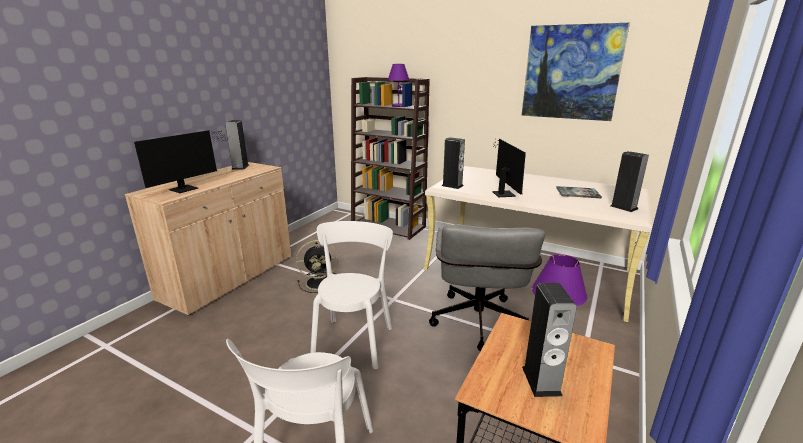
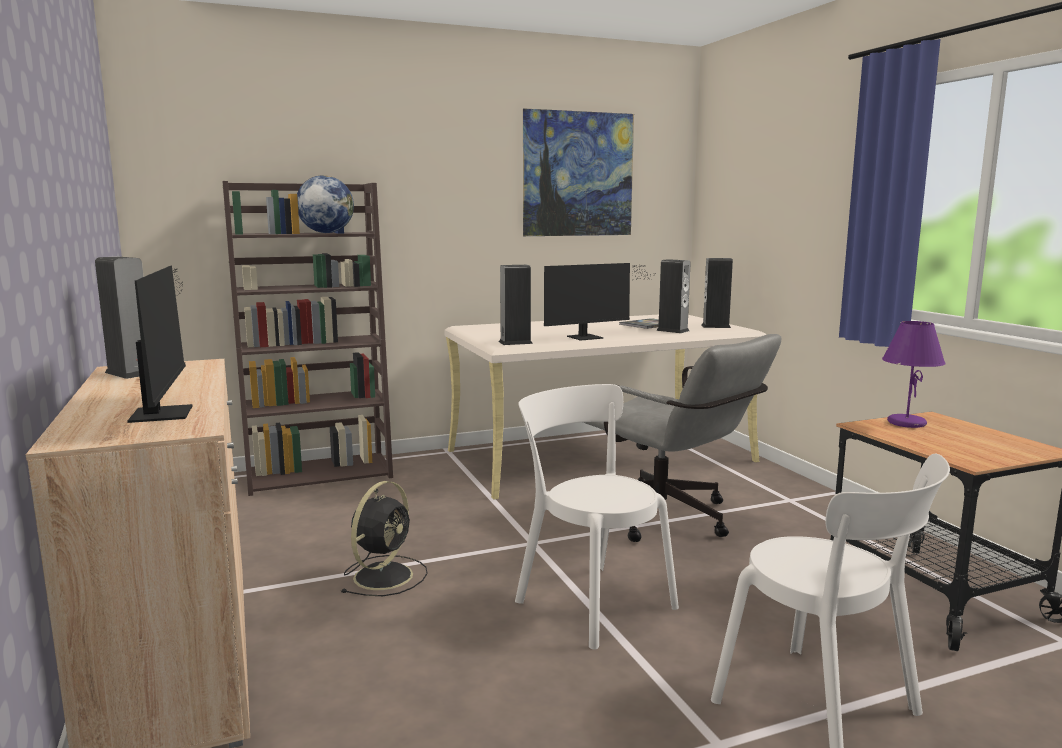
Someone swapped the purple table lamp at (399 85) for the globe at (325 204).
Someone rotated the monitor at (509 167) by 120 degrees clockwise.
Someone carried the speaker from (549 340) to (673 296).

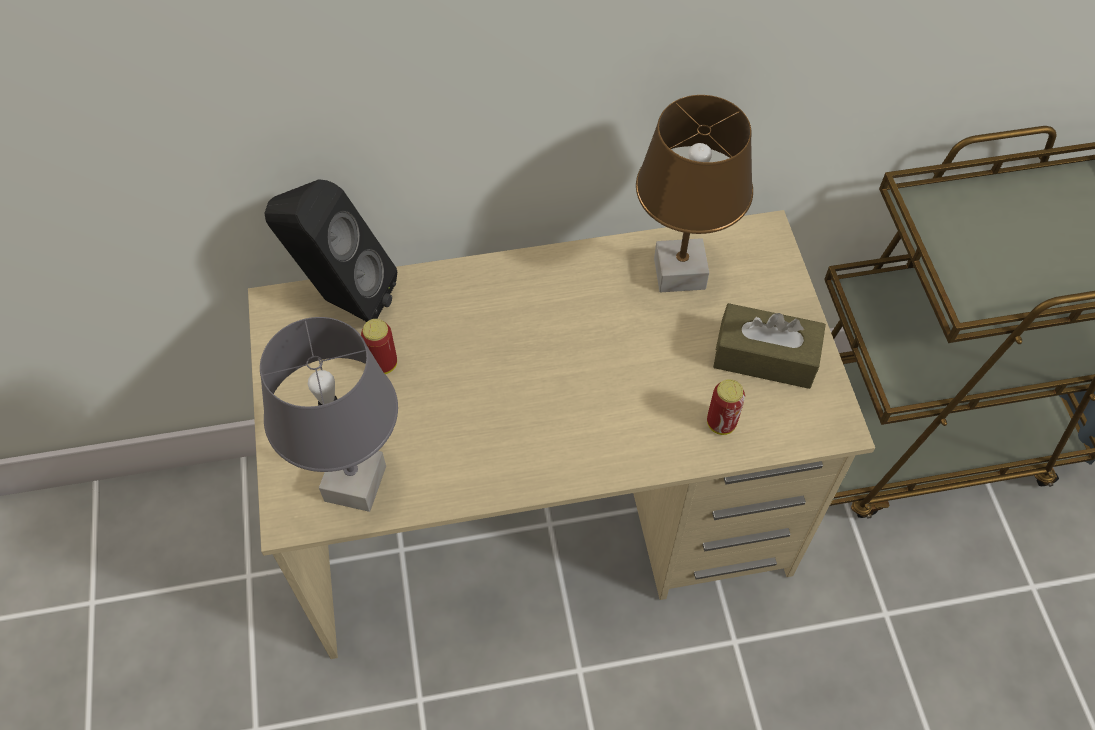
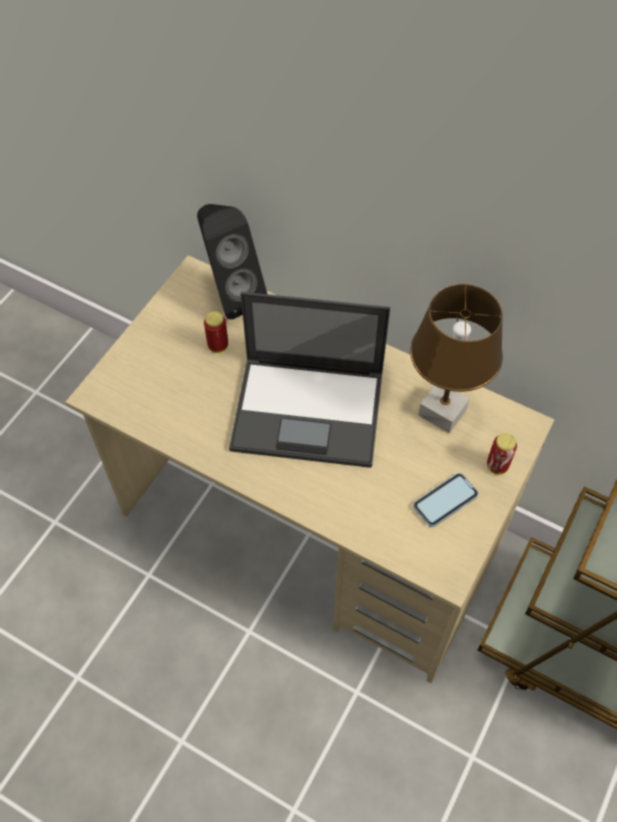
Someone took away the grey table lamp at (329 414).
Someone carried the can from (726 407) to (502 454).
Someone swapped the brown tissue box at (769 346) for the phone at (446 500).
Someone put down the laptop at (309 380).

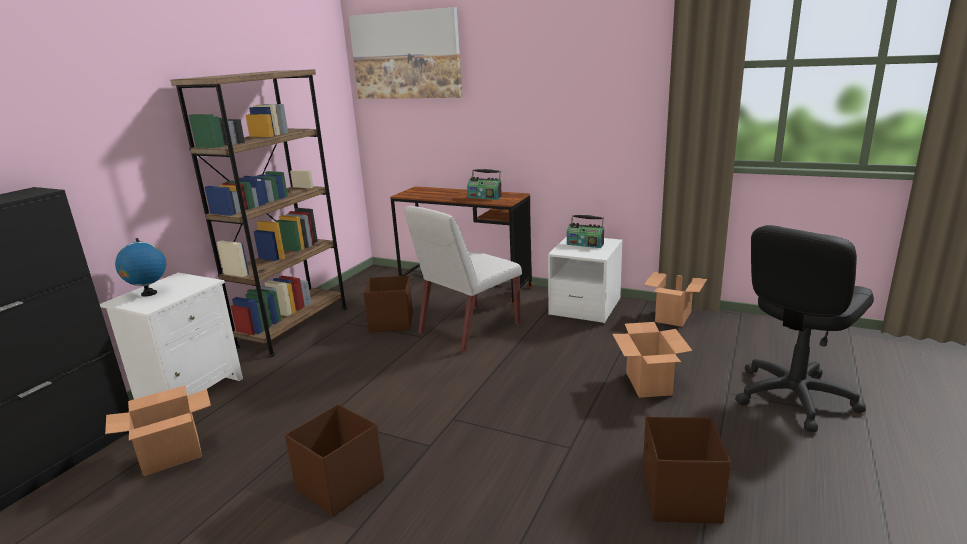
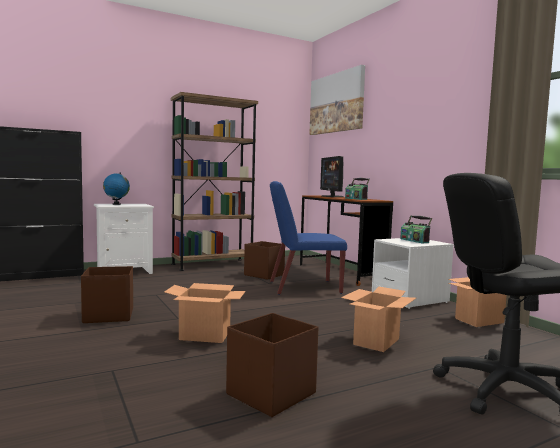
Someone carried the cardboard box from (158 430) to (205 313).
Someone repainted the white chair at (463 279), which became the blue chair at (308 238).
Someone put down the monitor at (332 176).

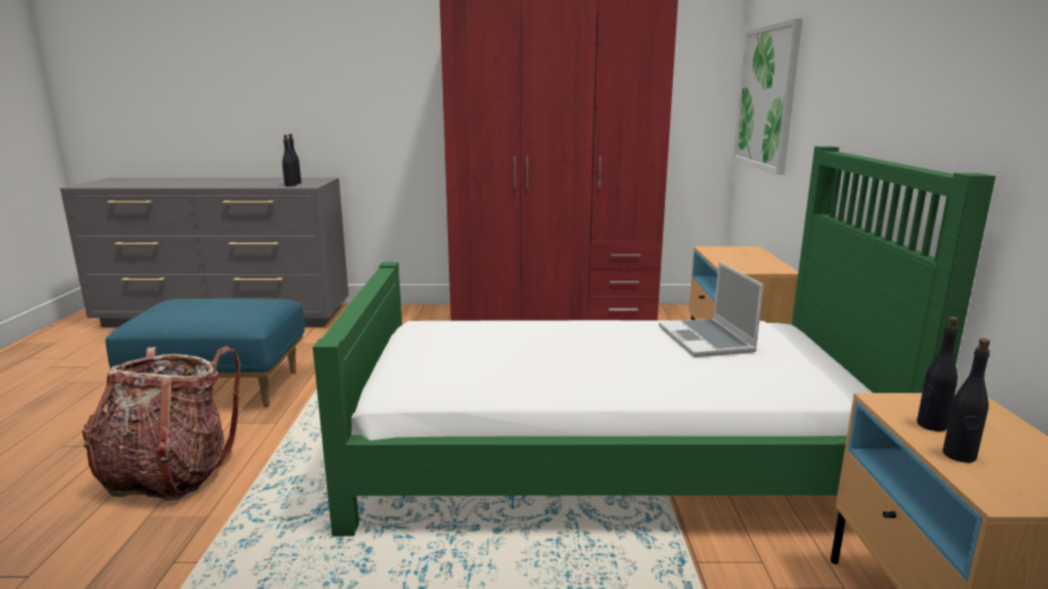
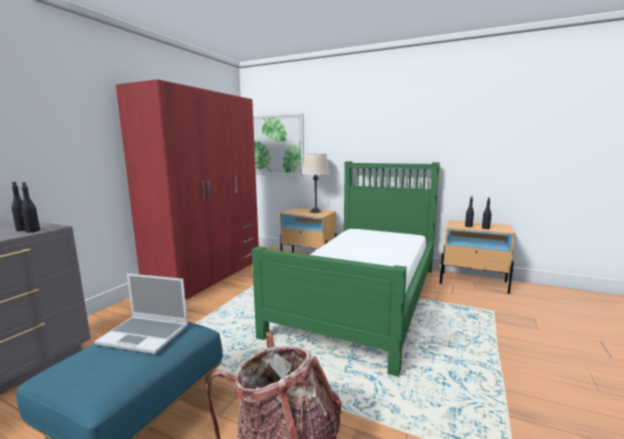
Someone carried the laptop from (711 309) to (141 313).
Someone put down the beige table lamp at (316 183).

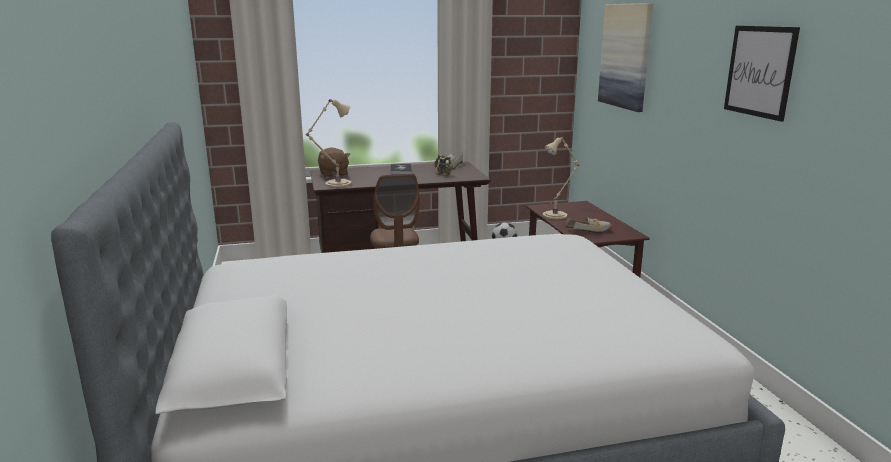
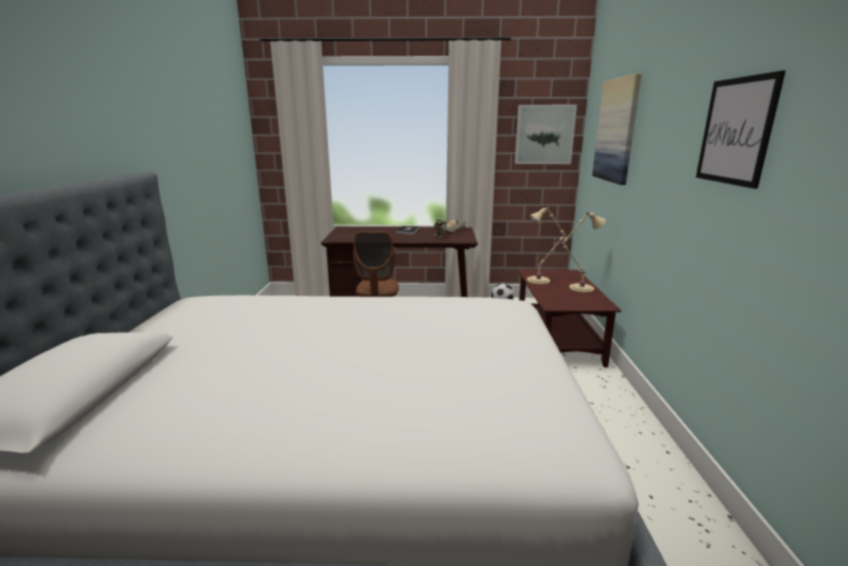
Someone carried the beige table lamp from (328 143) to (583 252).
Someone took away the brown plush toy at (334 162).
Someone took away the shoe at (588 225).
Someone put up the picture at (546 134).

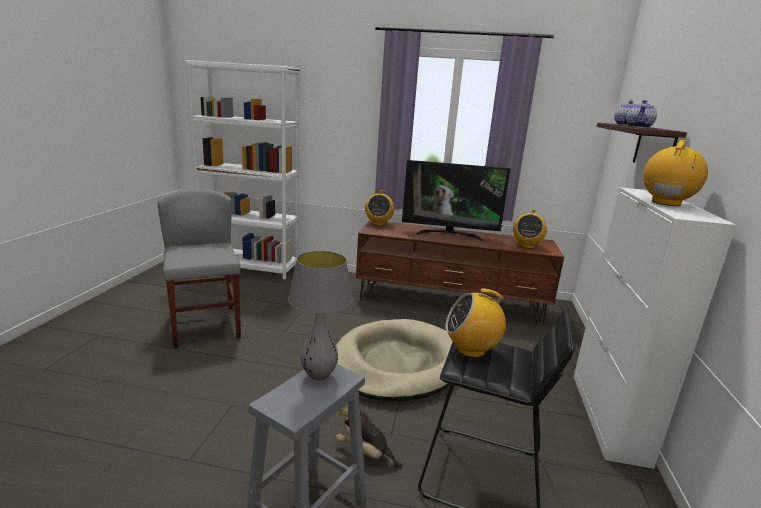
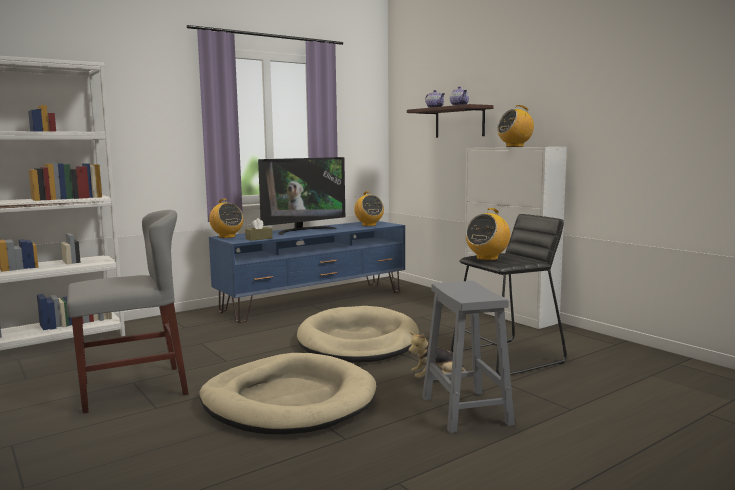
Someone rotated the grey chair at (199 268) by 135 degrees clockwise.
Someone took away the grey table lamp at (320 316).
Someone repainted the brown tv stand at (460 272), which became the blue tv stand at (307 272).
Someone rotated the radio at (675 173) by 105 degrees counterclockwise.
Someone put down the beige dog bed at (288 394).
Someone put down the brown tissue box at (259 229).

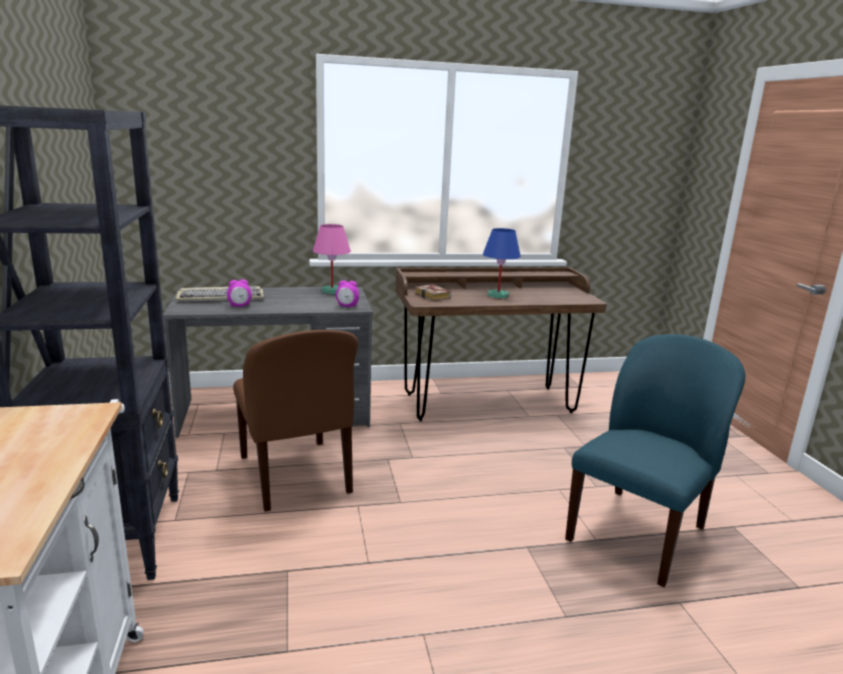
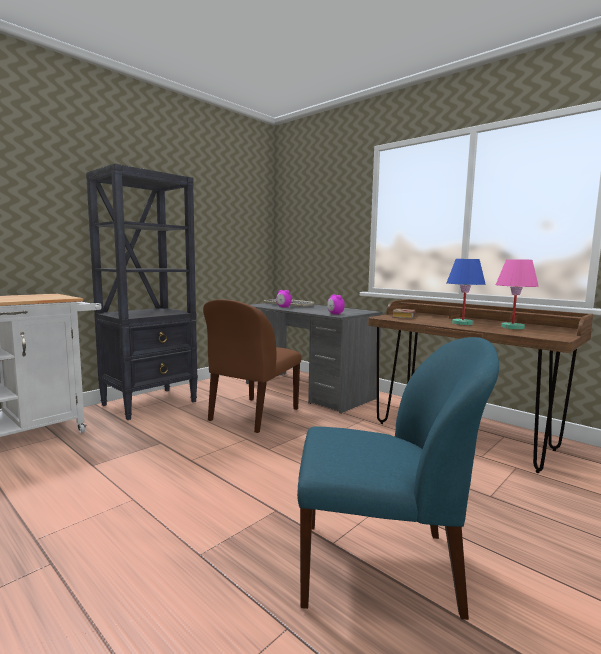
Someone carried the pink table lamp from (332 259) to (517 294).

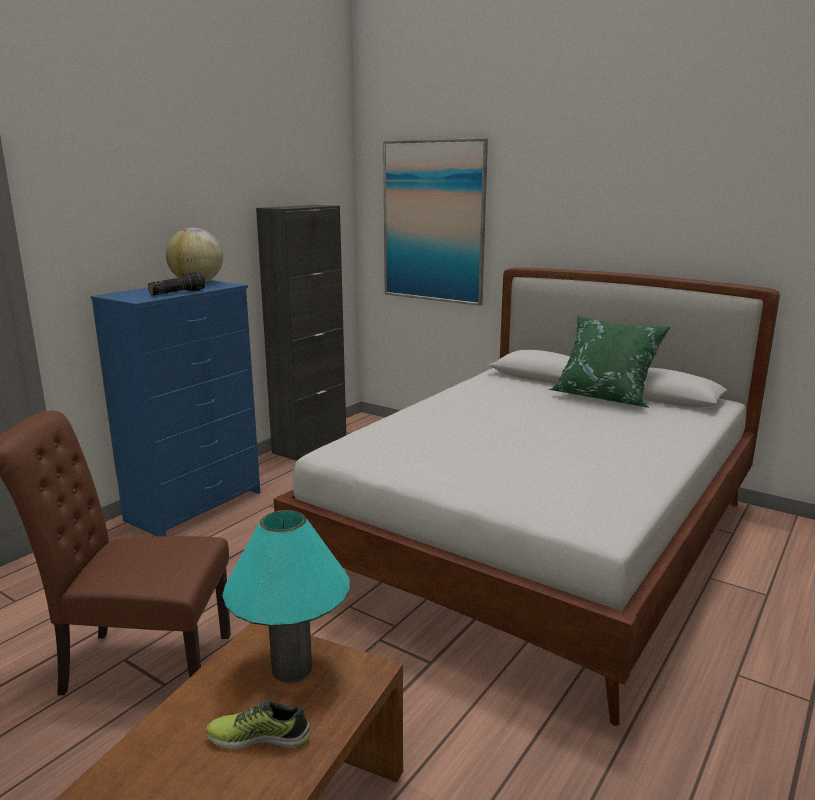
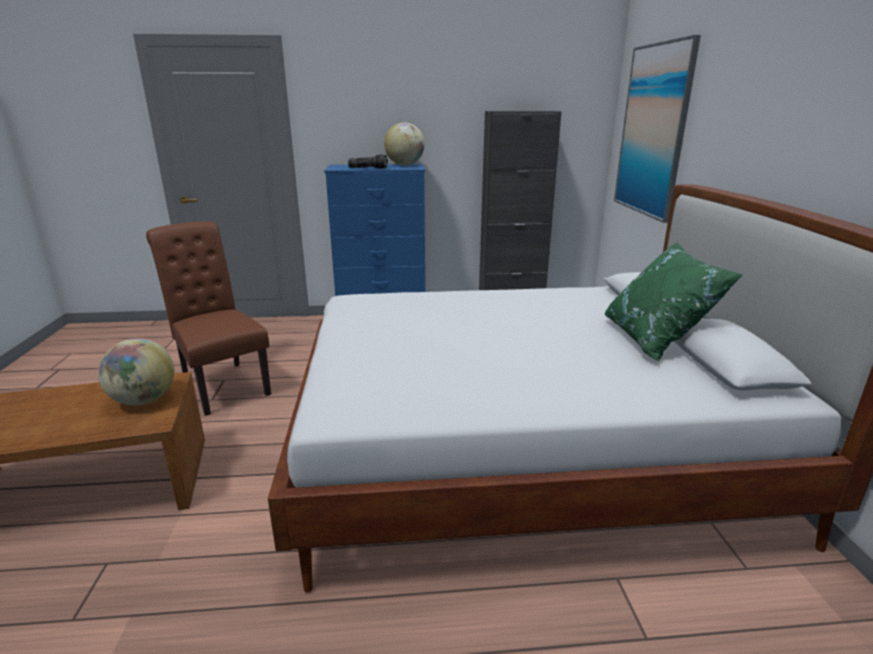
Someone took away the shoe at (258 725).
Someone swapped the turquoise table lamp at (286 596) for the globe at (136 372).

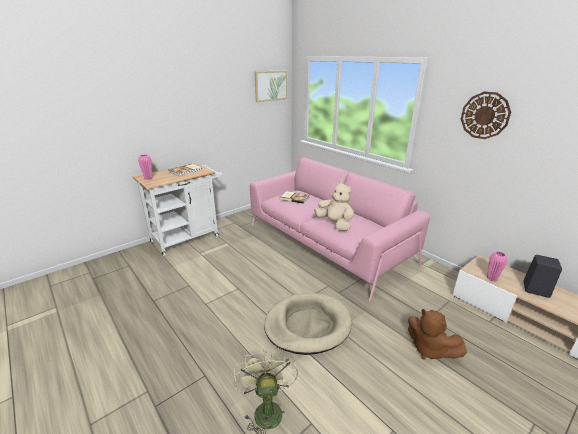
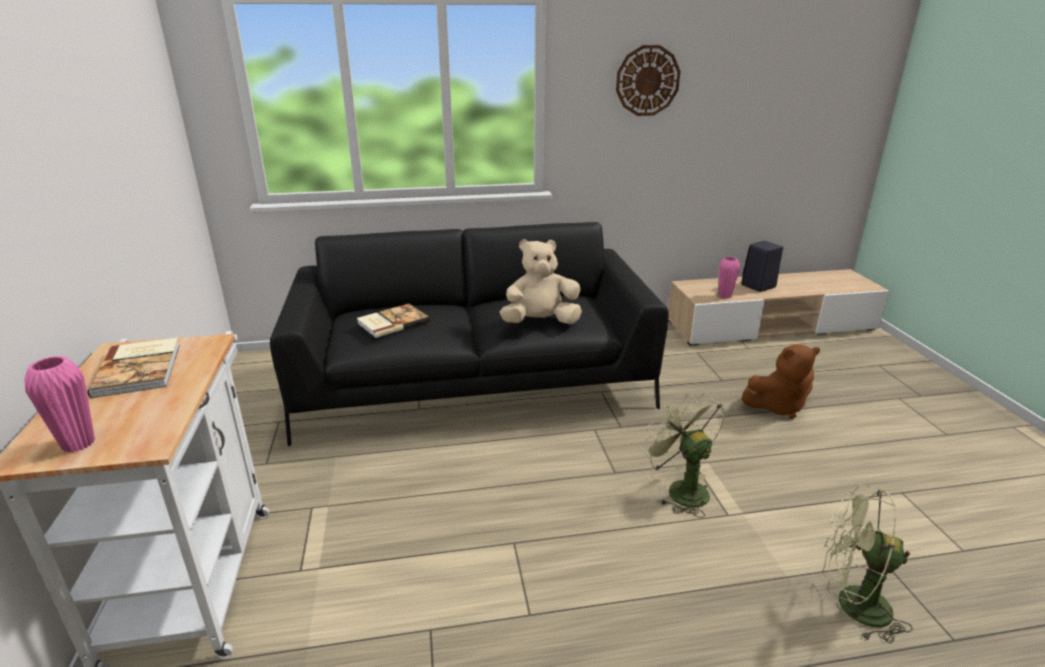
Someone repainted the pink sofa at (340 229), which became the black sofa at (469 334).
Someone took away the picture at (270 86).
Someone swapped the beige dog bed at (308 324) for the green fan at (683 455).

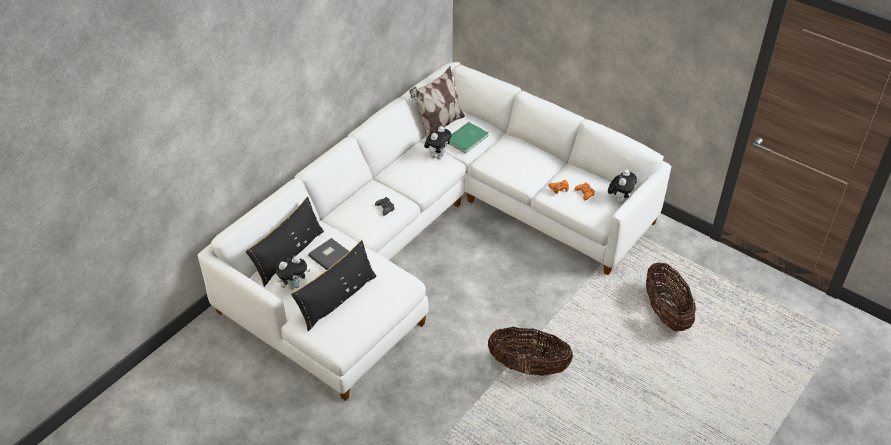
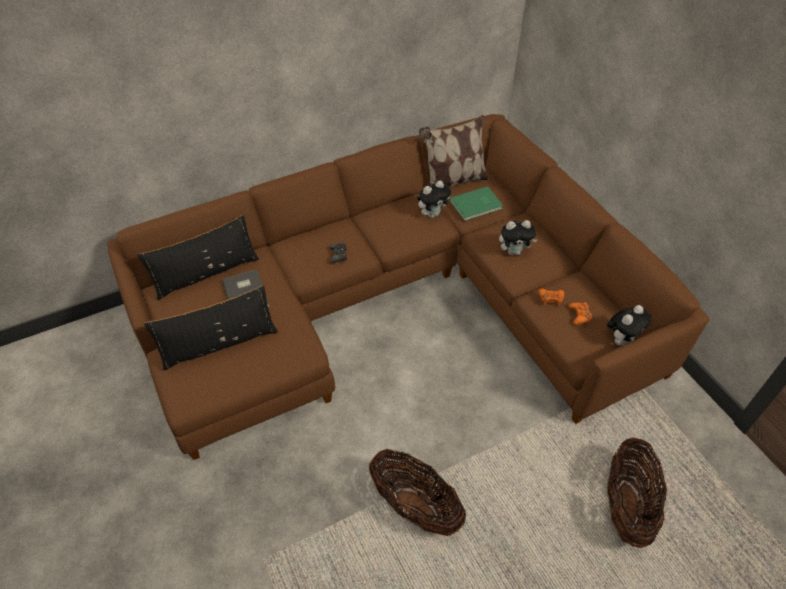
Someone repainted the white sofa at (435 231), which became the brown sofa at (408 287).
Someone carried the plush toy from (293 273) to (518 237).

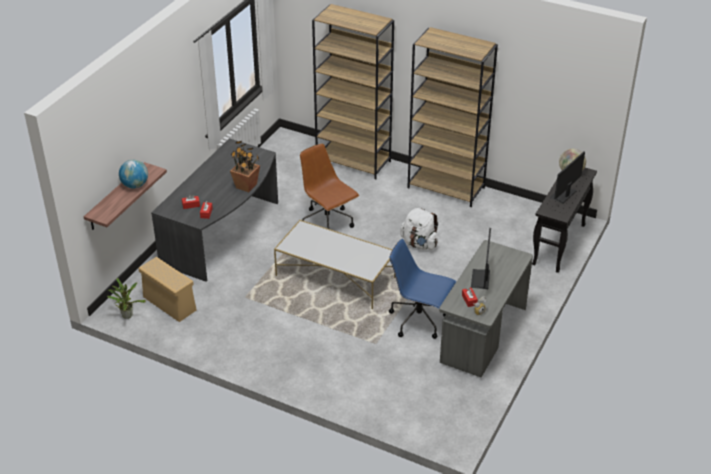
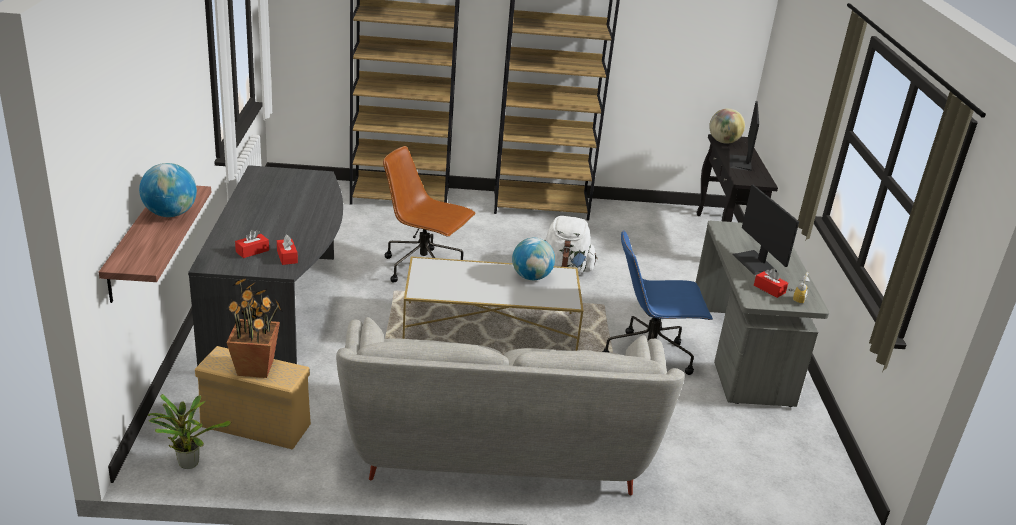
Someone carried the potted plant from (245 166) to (254 328).
Someone put down the grey sofa at (510 406).
Someone put down the globe at (533 258).

